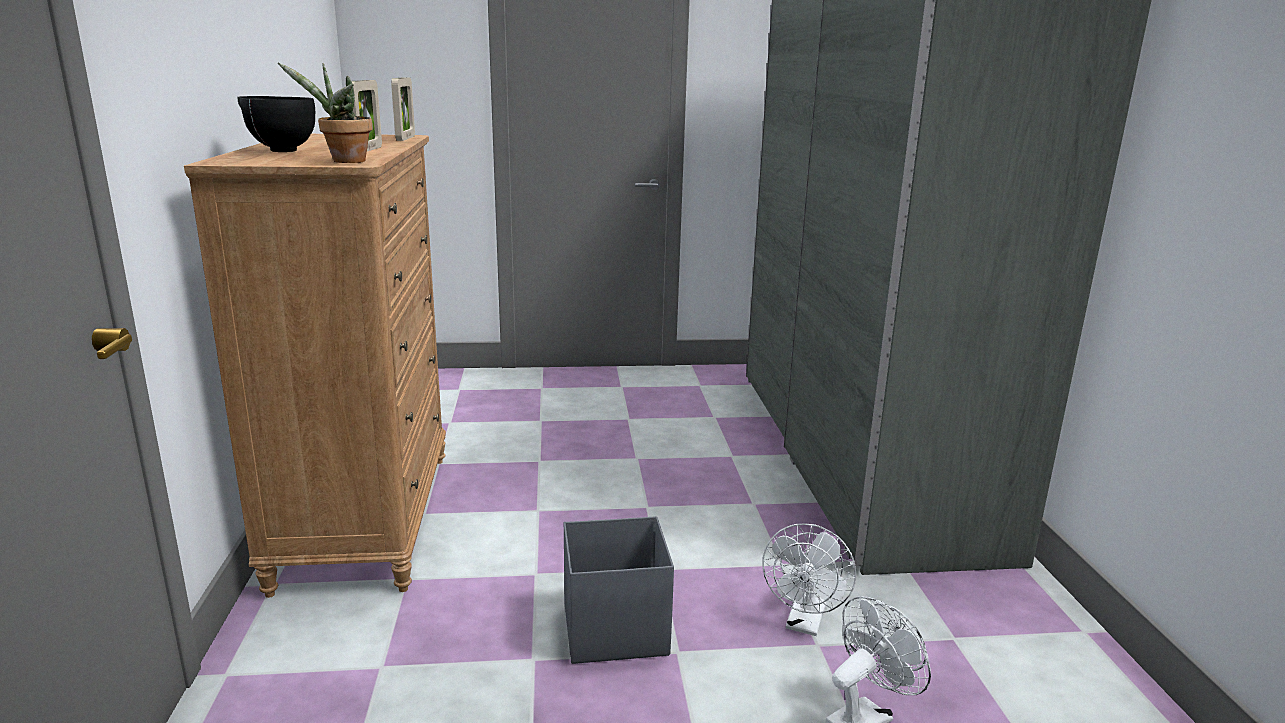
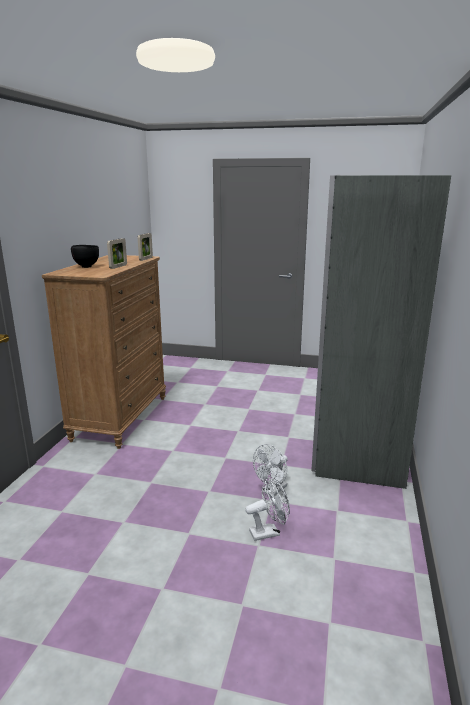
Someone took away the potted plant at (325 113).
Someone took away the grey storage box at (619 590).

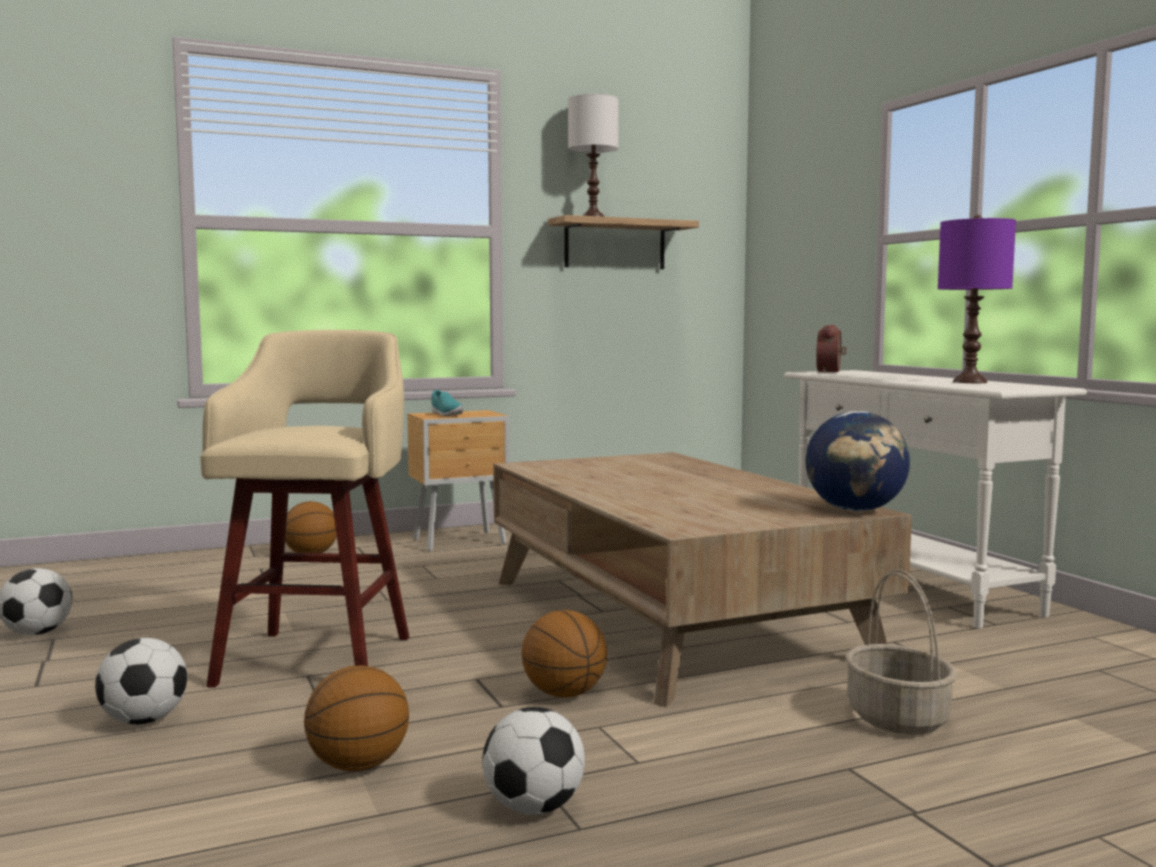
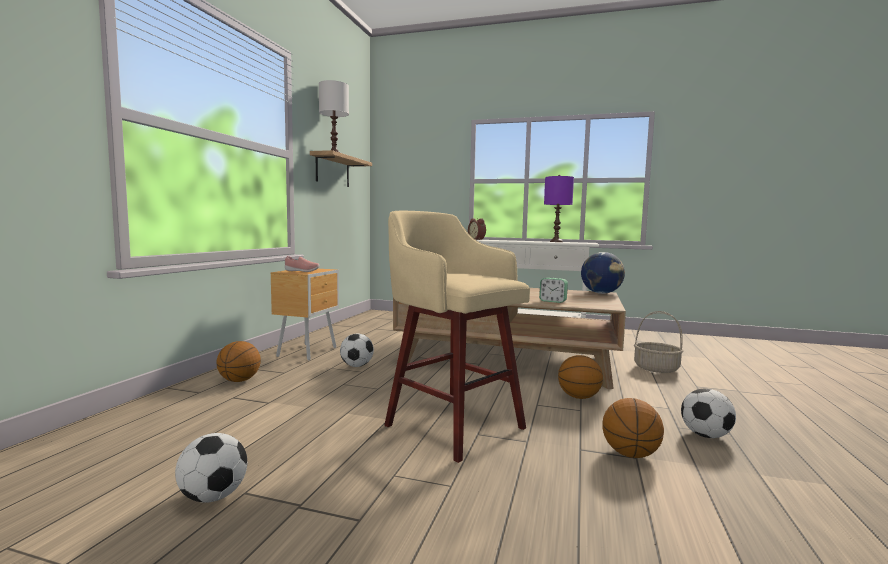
Someone carried the football from (141 681) to (357 350).
Someone repainted the turquoise shoe at (447 403), which became the pink shoe at (302 264).
Someone put down the alarm clock at (553 290).

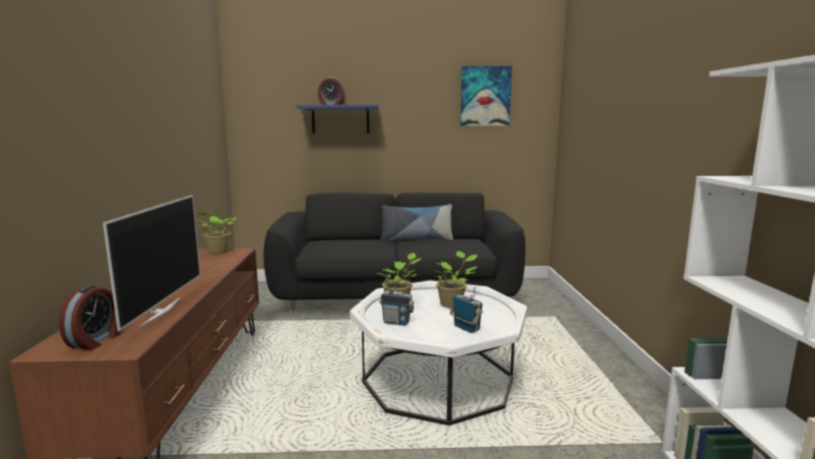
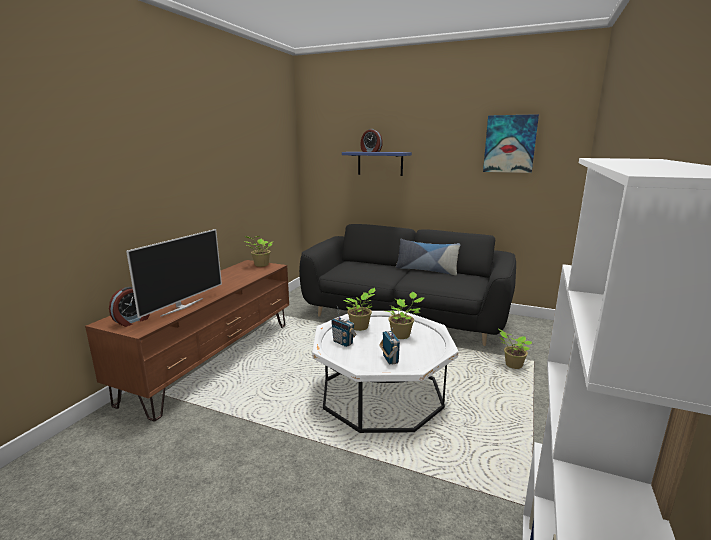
Someone put down the potted plant at (515 349).

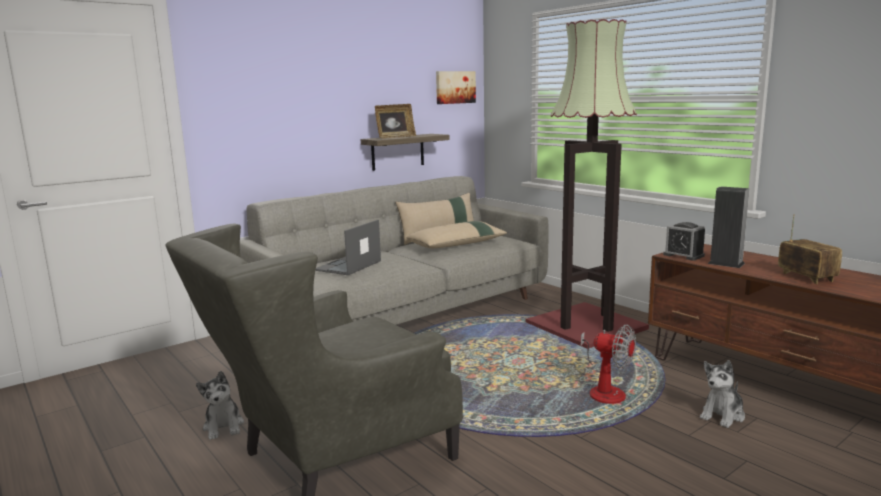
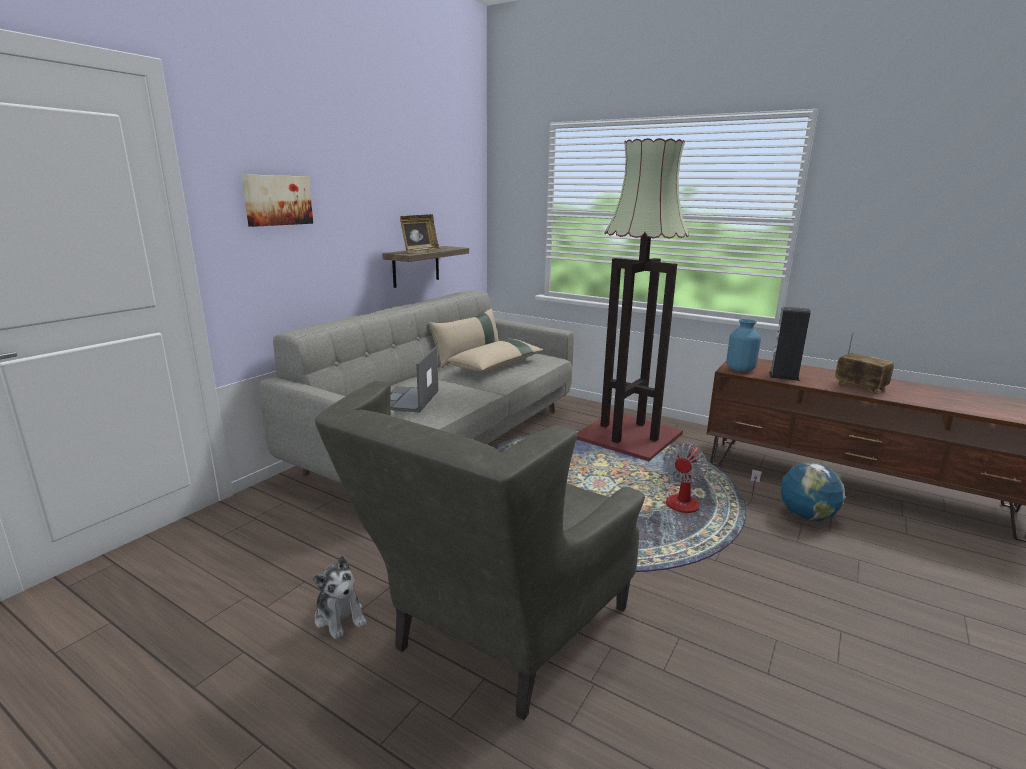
Someone carried the picture from (456 87) to (277 200).
Someone rotated the fan at (607 364) by 105 degrees clockwise.
Someone swapped the alarm clock at (684 241) for the blue vase at (743 345).
Someone swapped the plush toy at (722 394) for the globe at (812 492).

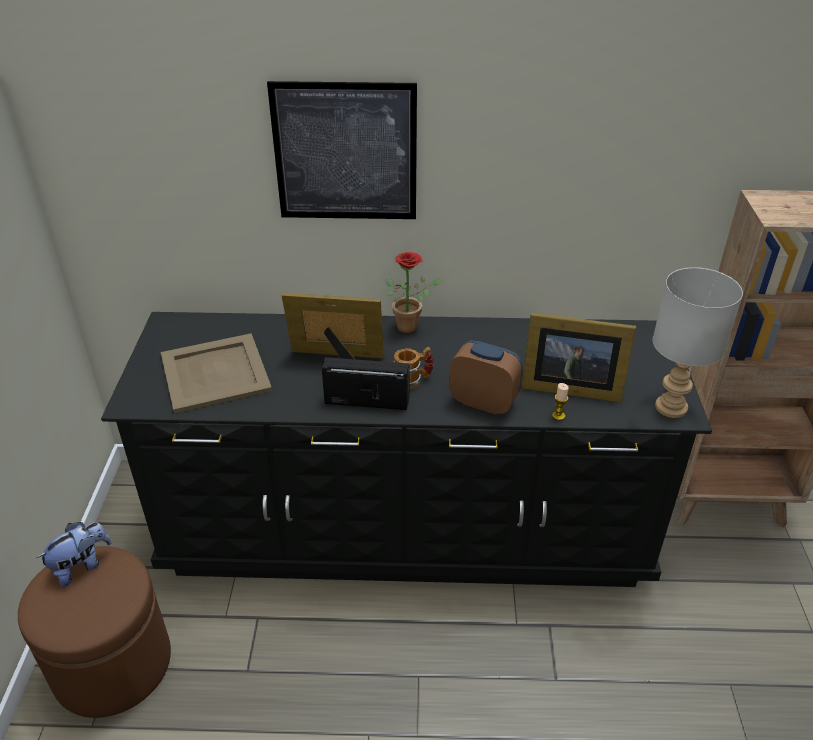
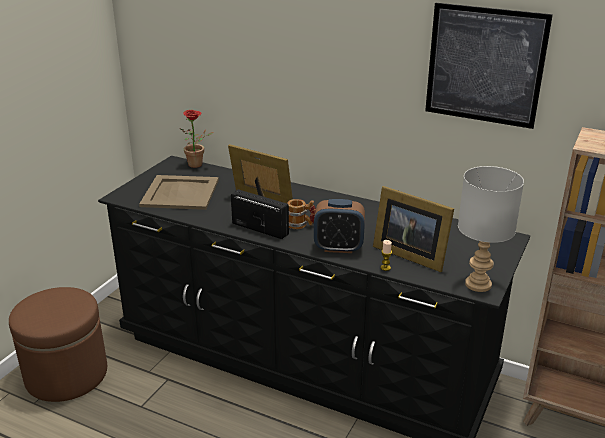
Someone took away the plush toy at (74 554).
Someone carried the picture from (342 150) to (489 66).
Someone carried the potted plant from (414 292) to (197 139).
Someone rotated the alarm clock at (486 377) by 135 degrees clockwise.

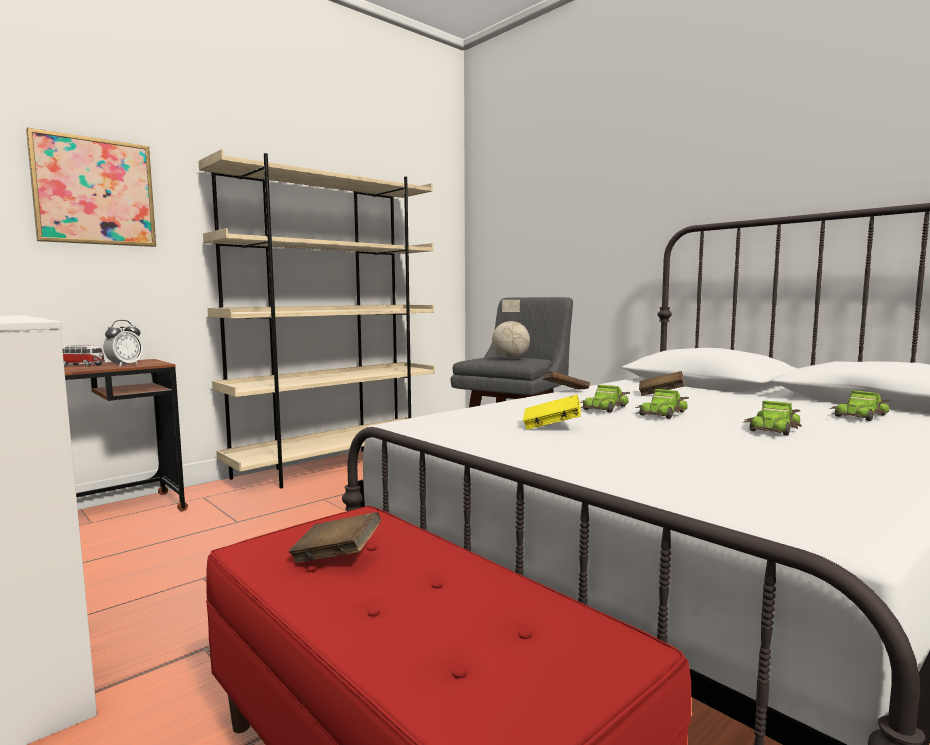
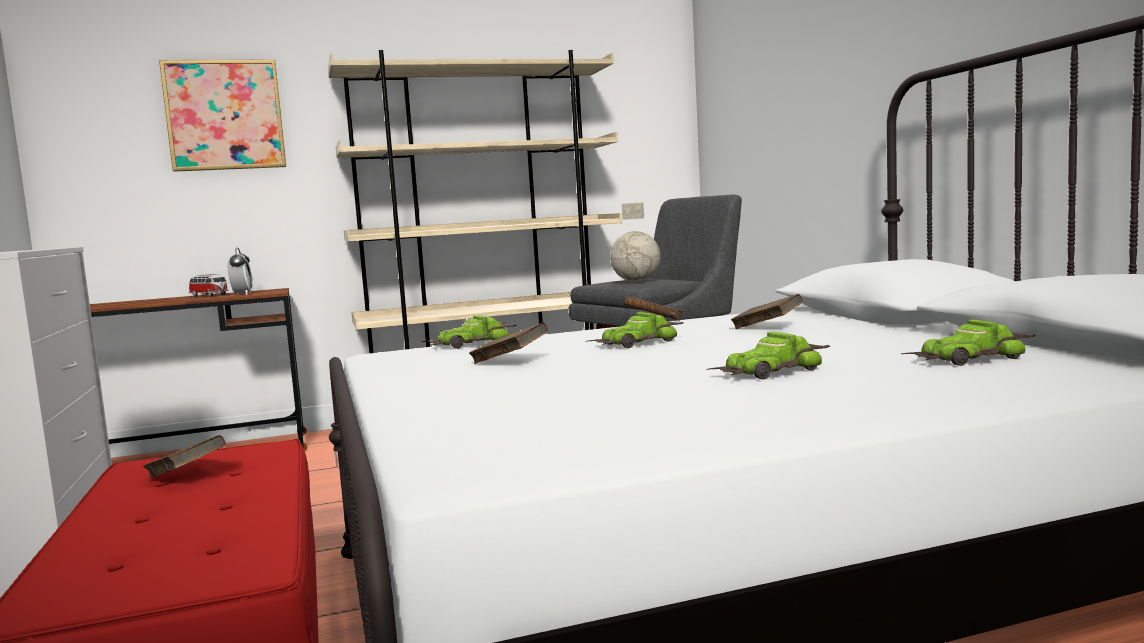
Someone rotated the alarm clock at (123 343) by 60 degrees counterclockwise.
Someone repainted the yellow book at (552 412), which became the brown book at (508 343).
Someone carried the toy car from (662 404) to (469 332).

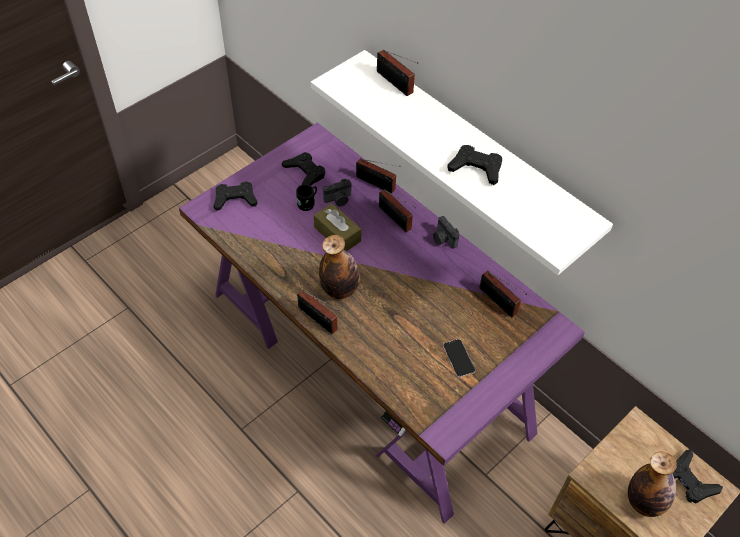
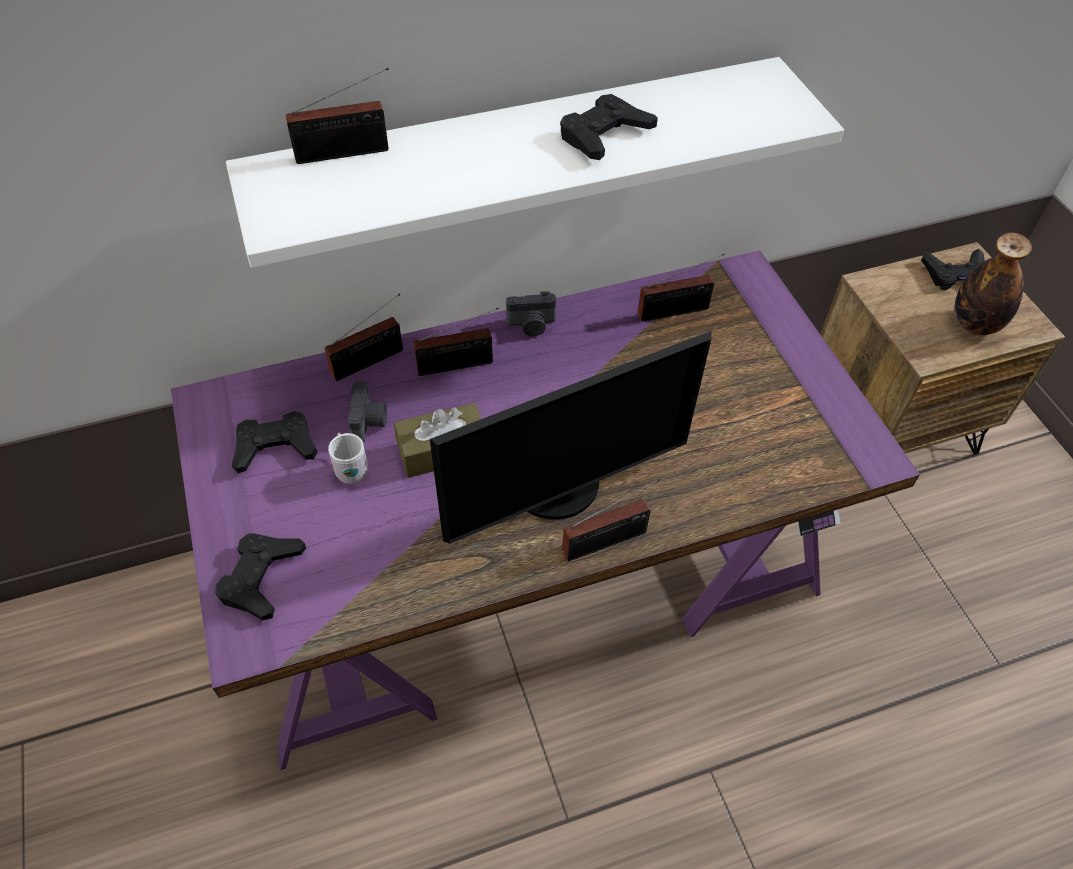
Someone repainted the black mug at (306 197), which became the white mug at (348 458).
Someone swapped the bottle at (339 267) for the monitor at (570 437).
Someone took away the phone at (459 358).

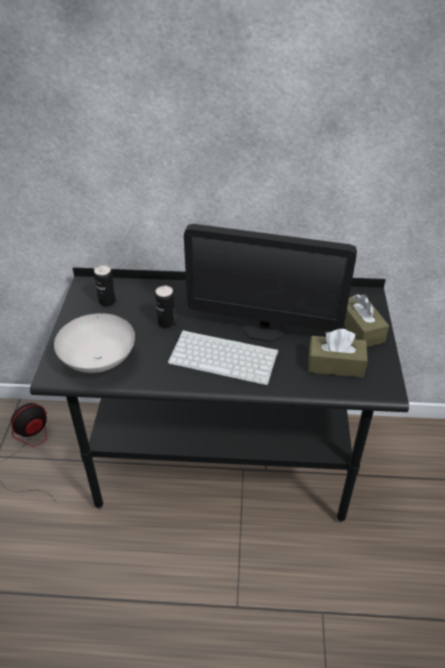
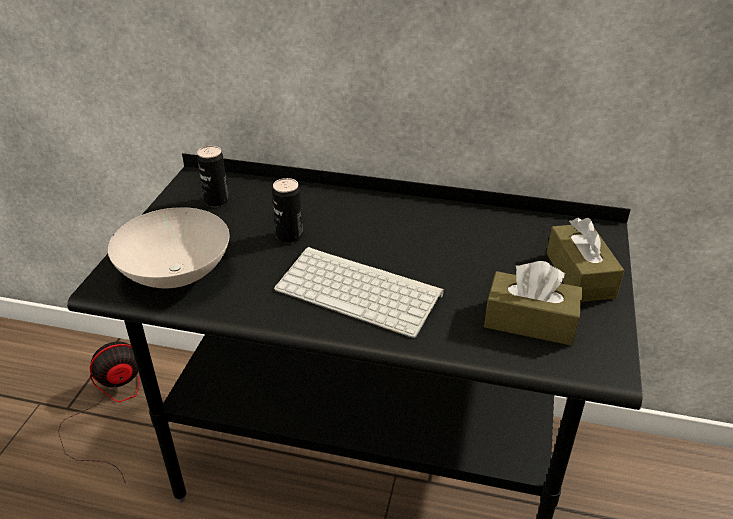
Someone took away the monitor at (270 283).

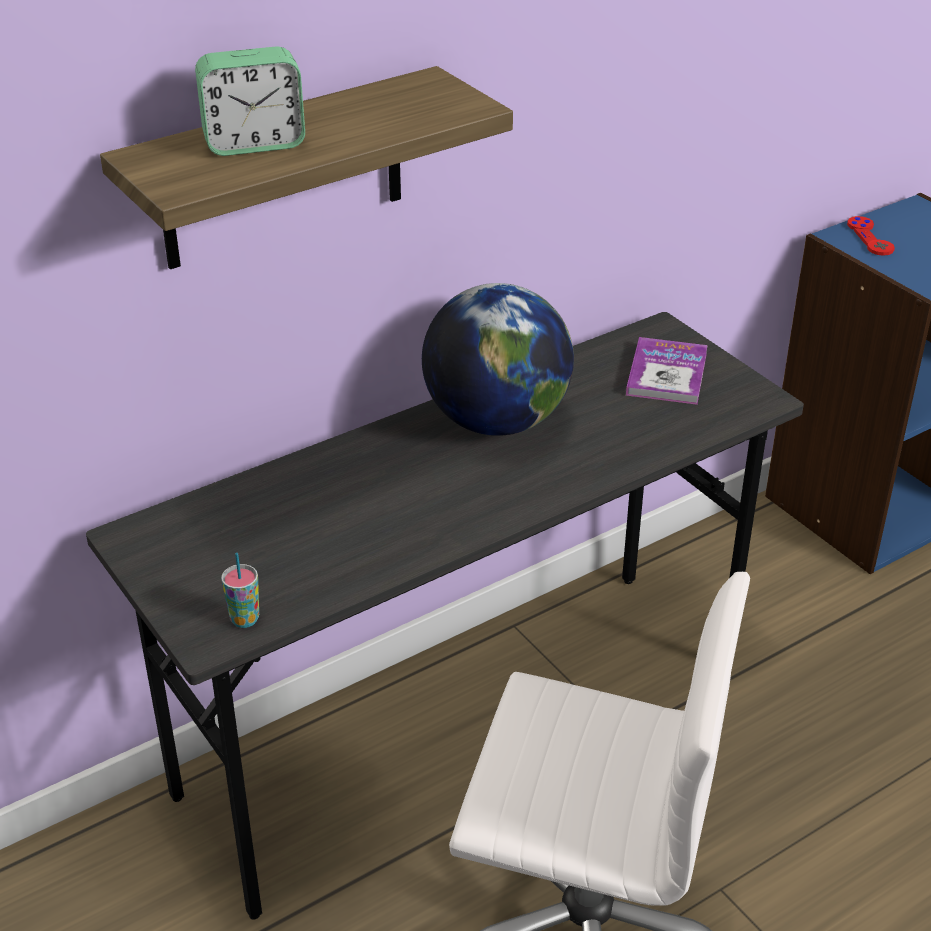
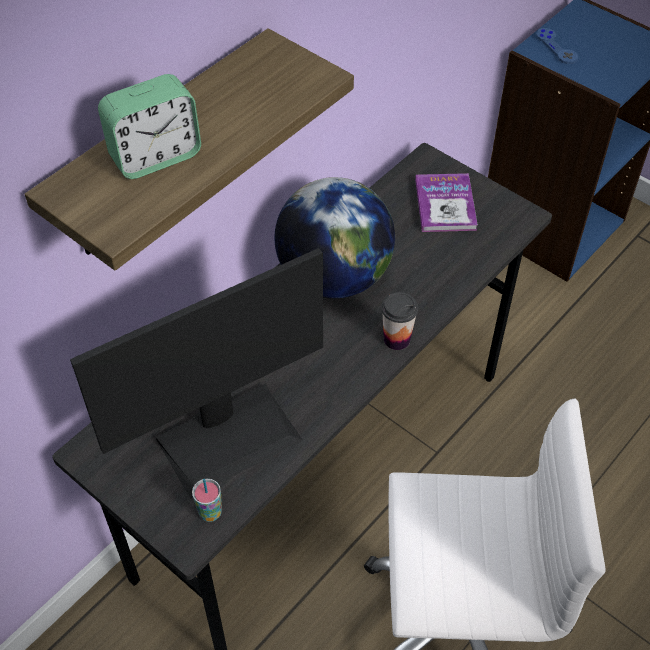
Someone repainted the red game controller at (871 236), which became the blue game controller at (557 46).
Someone put down the monitor at (196 373).
Someone put down the cup at (399 321).

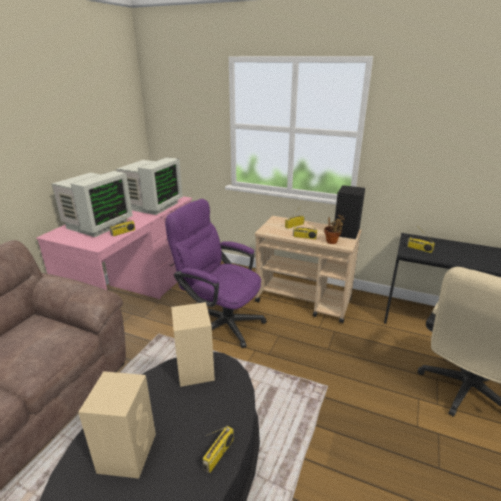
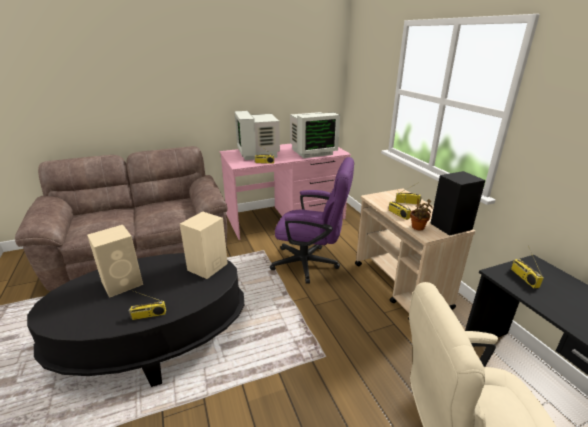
Someone rotated the monitor at (92 204) by 90 degrees clockwise.
Someone rotated the purple office chair at (216 273) by 120 degrees clockwise.

